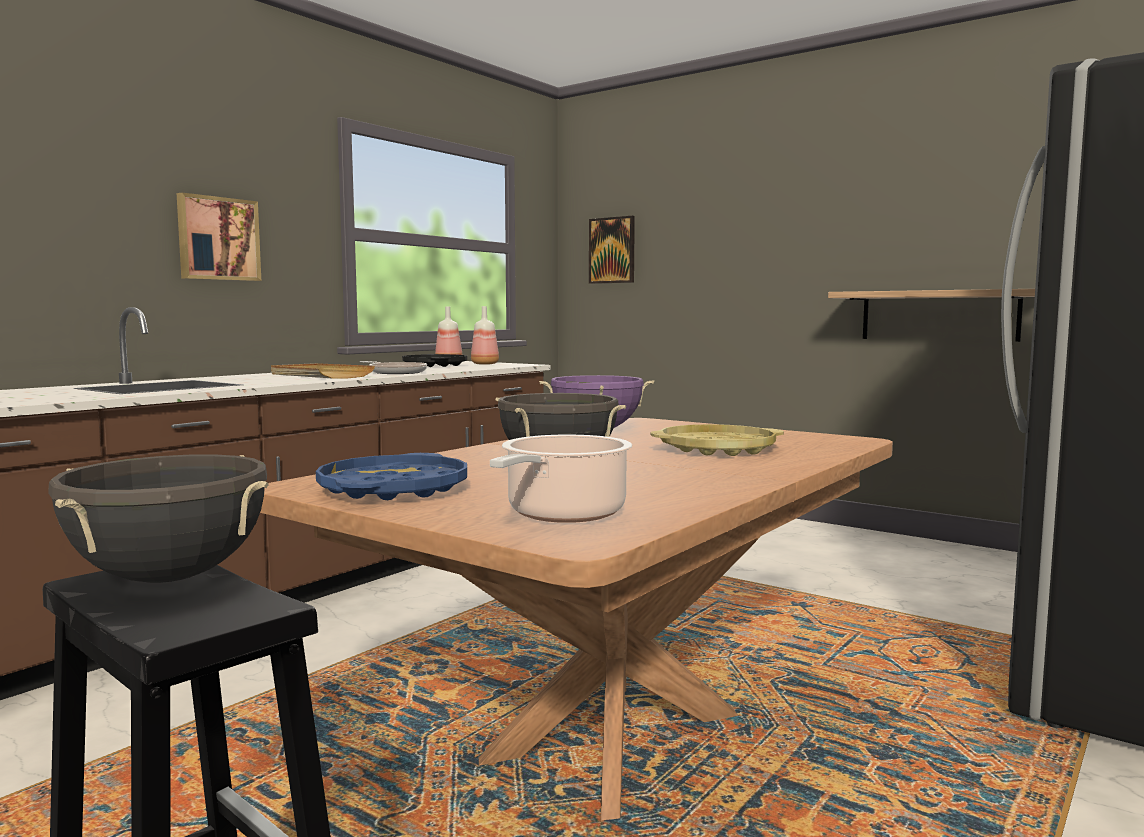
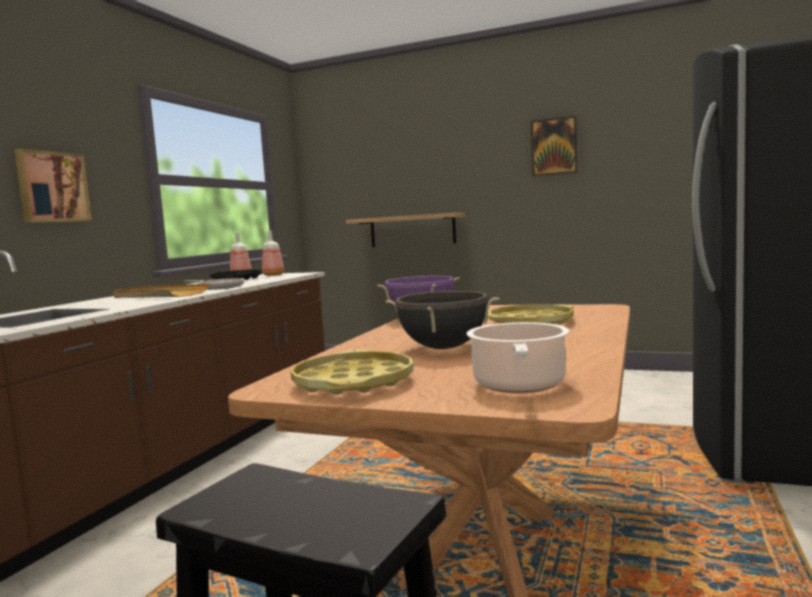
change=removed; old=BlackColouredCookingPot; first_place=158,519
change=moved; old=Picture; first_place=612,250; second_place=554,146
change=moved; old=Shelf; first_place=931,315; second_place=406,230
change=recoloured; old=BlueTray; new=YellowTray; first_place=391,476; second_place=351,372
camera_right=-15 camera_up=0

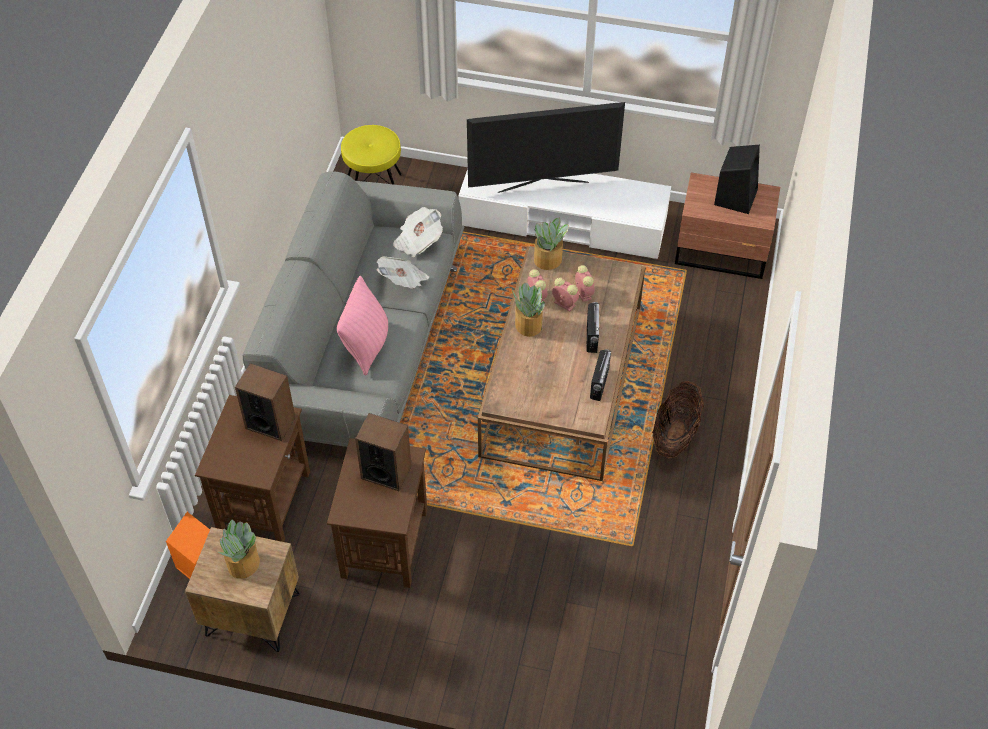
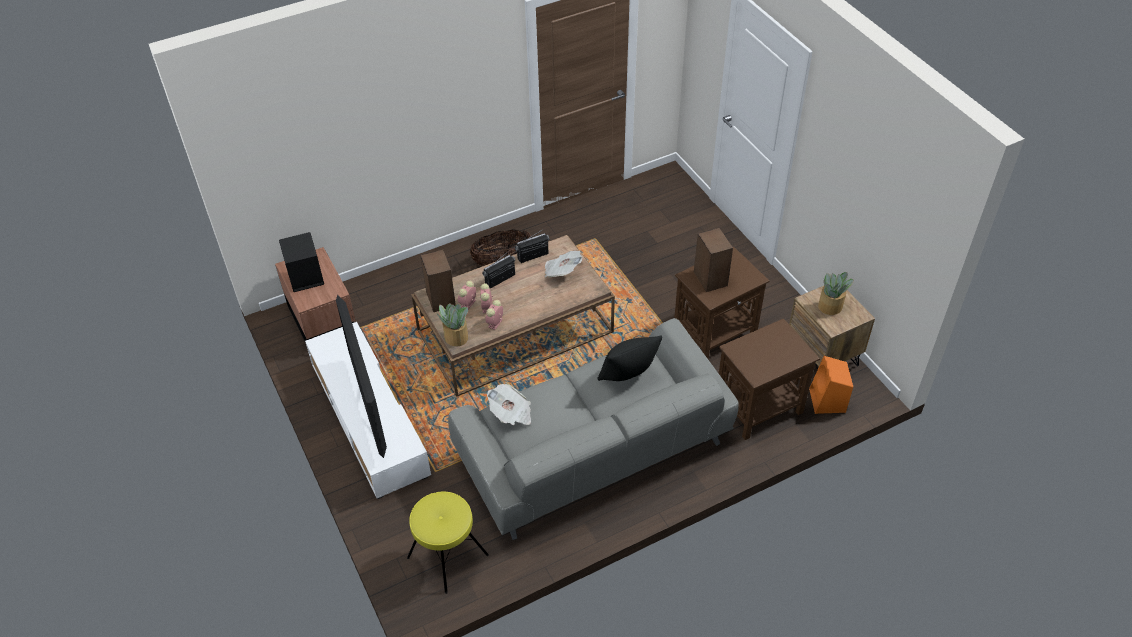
change=removed; old=PottedPlant; first_place=528,309
change=moved; old=AudioSpeaker; first_place=265,402; second_place=438,281
change=moved; old=Newspaper; first_place=403,272; second_place=563,264
change=recoloured; old=PinkishPillow; new=BlackColouredPillow; first_place=362,325; second_place=629,358
change=turned; old=Tv; first_place=546,147; second_place=361,376; degrees=-150
camera_right=-130 camera_up=-5

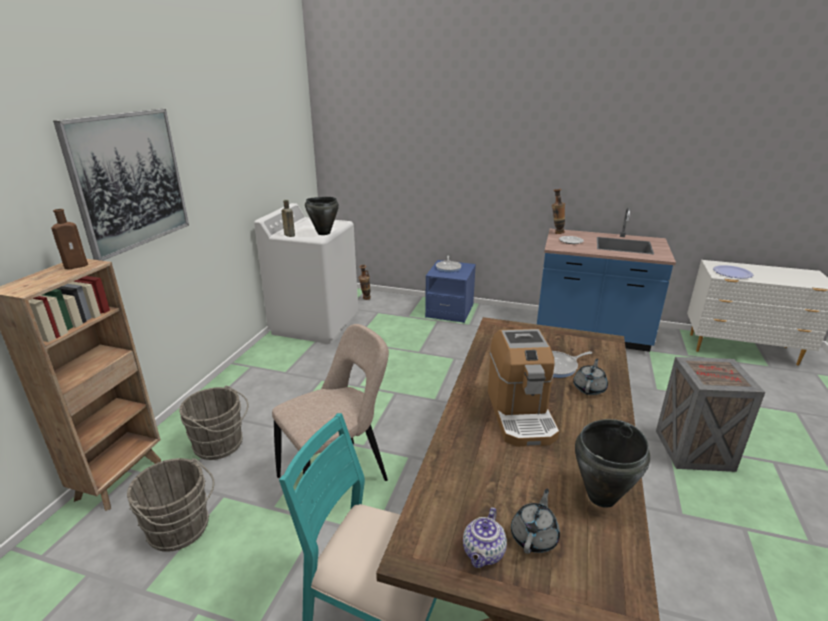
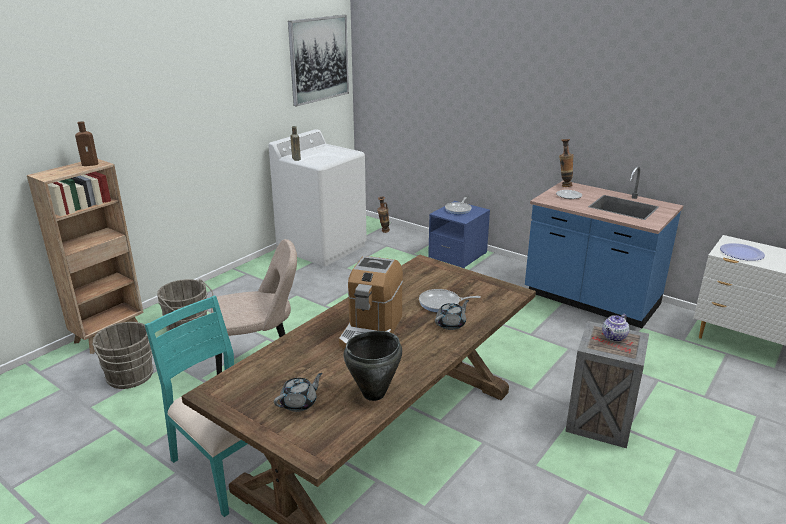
change=removed; old=BlackColouredCookingPot; first_place=322,216
change=moved; old=Picture; first_place=121,185; second_place=318,60
change=moved; old=TeaPot; first_place=485,537; second_place=615,328
camera_right=20 camera_up=0

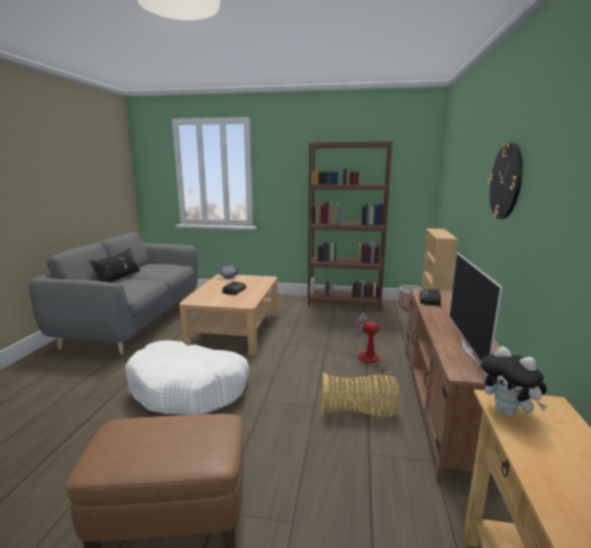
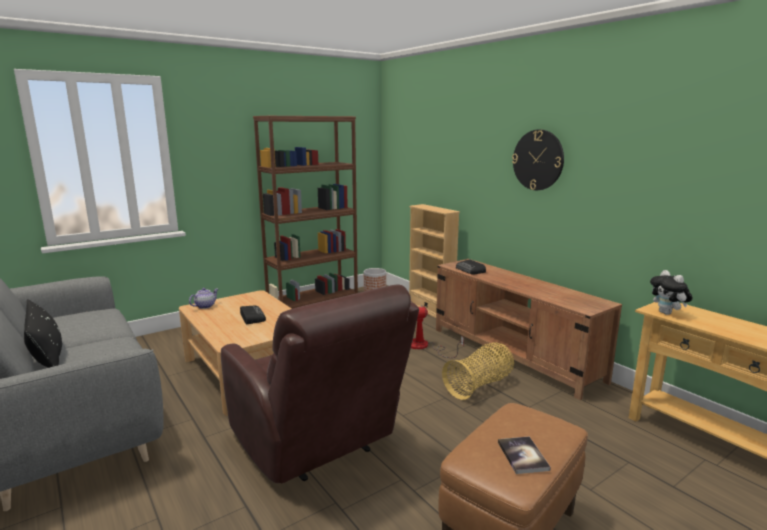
change=removed; old=Tv; first_place=475,309
change=added; new=Volume; second_place=524,455
change=replaced; old=WhiteColouredDogBed; new=BrownishLoungeChair; first_place=187,377; second_place=320,383
change=turned; old=PlushToy; first_place=514,381; second_place=671,292; degrees=60
camera_right=-45 camera_up=0

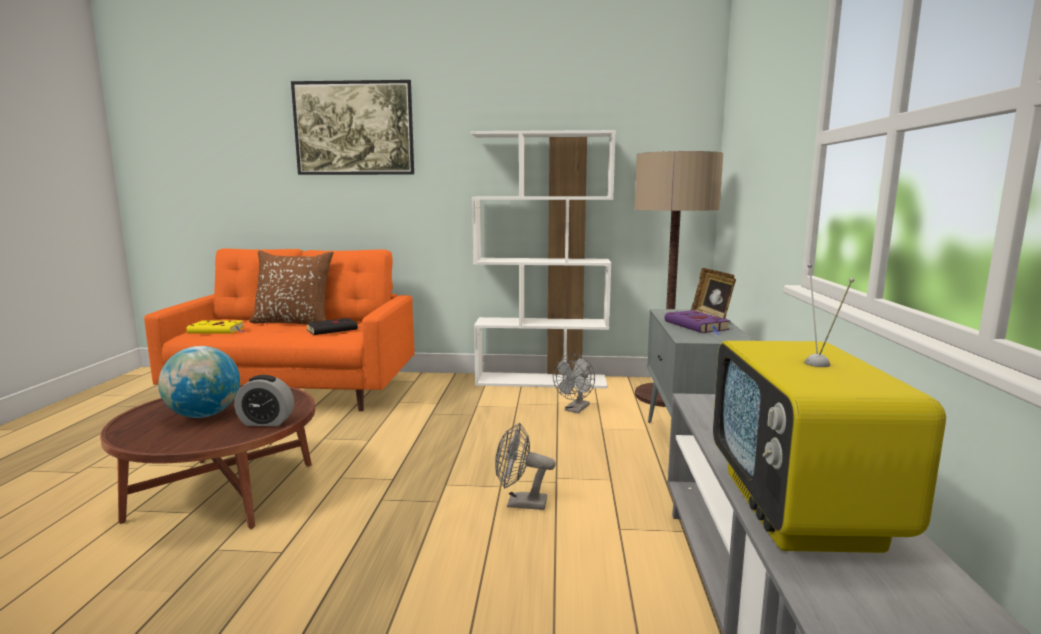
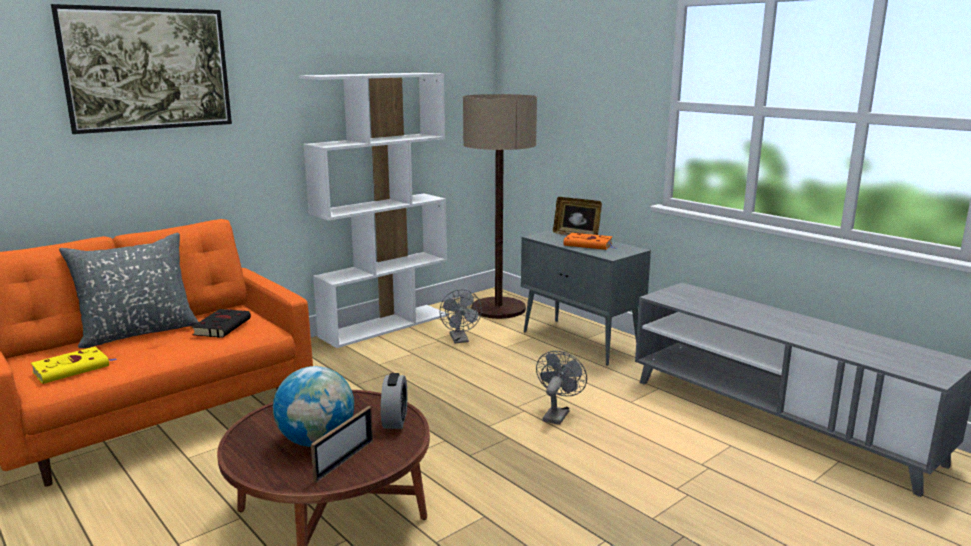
change=removed; old=Tv; first_place=829,408
change=added; new=PictureFrame; second_place=342,444
change=recoloured; old=BrownishPillow; new=GreyishPillow; first_place=291,287; second_place=128,290
change=recoloured; old=PurplishVolume; new=OrangeColouredVolume; first_place=697,322; second_place=590,241
change=turned; old=BedsideClock; first_place=264,400; second_place=394,401; degrees=-45
change=turned; old=GreyishElectricFan; first_place=525,466; second_place=561,388; degrees=150
camera_right=-45 camera_up=5

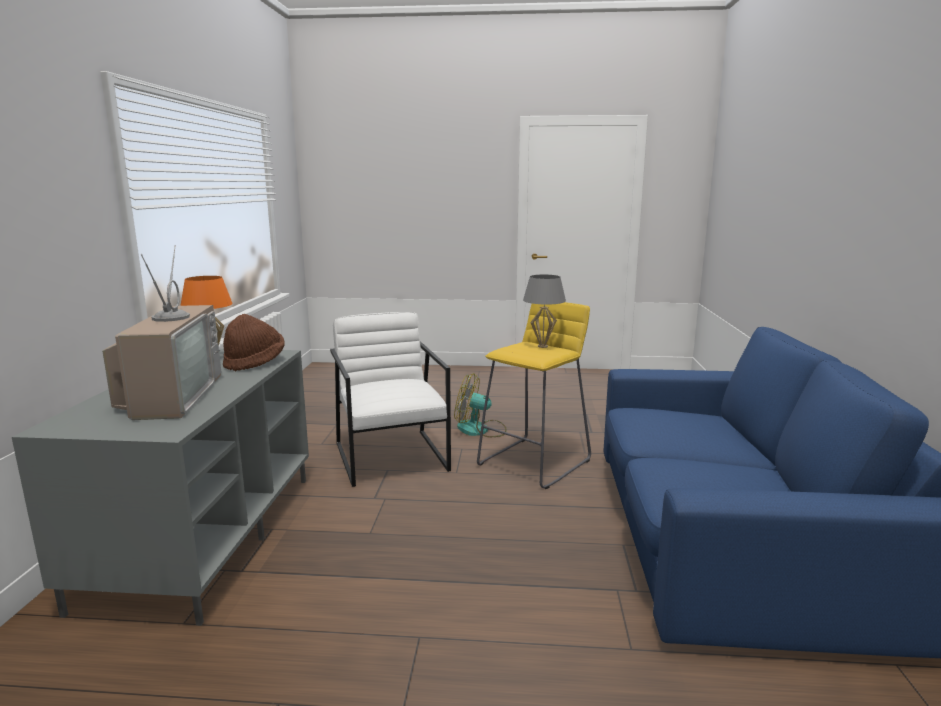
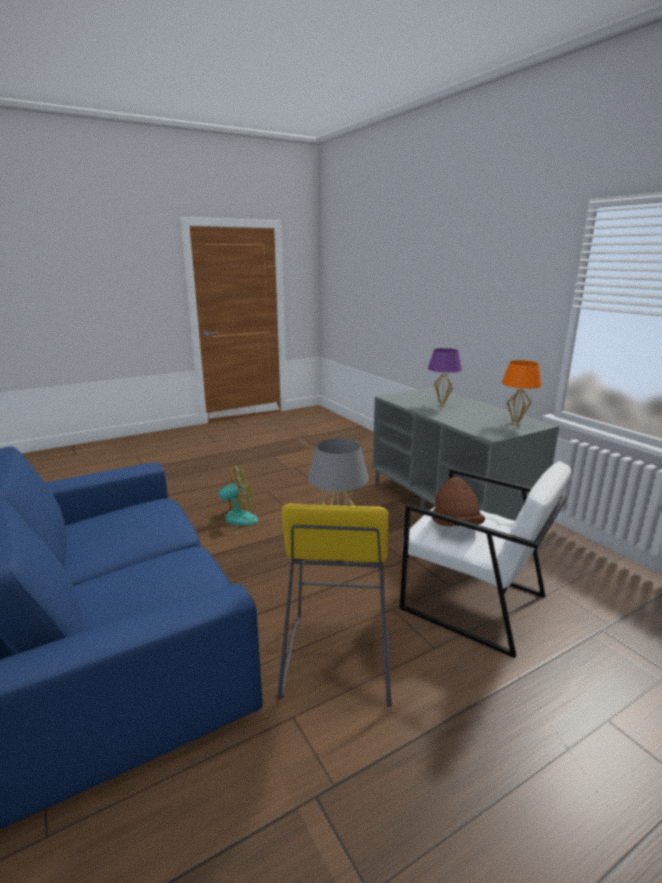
change=moved; old=BrownishClothingHat; first_place=254,342; second_place=458,501
change=moved; old=ElectricFan; first_place=480,405; second_place=233,500
change=replaced; old=Tv; new=PurplishTableLamp; first_place=161,332; second_place=445,377
camera_right=145 camera_up=5

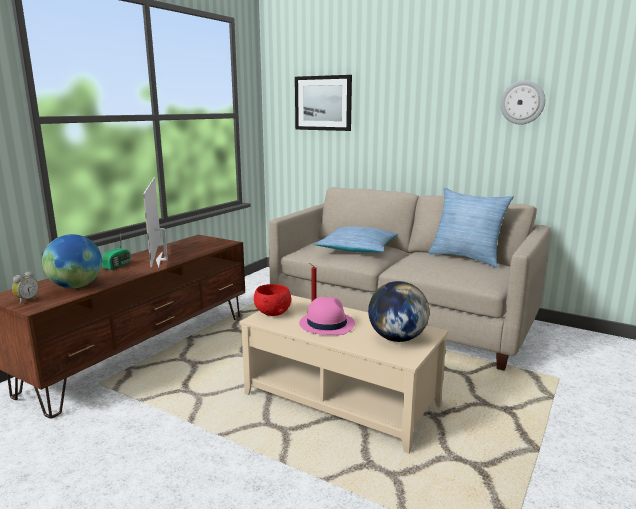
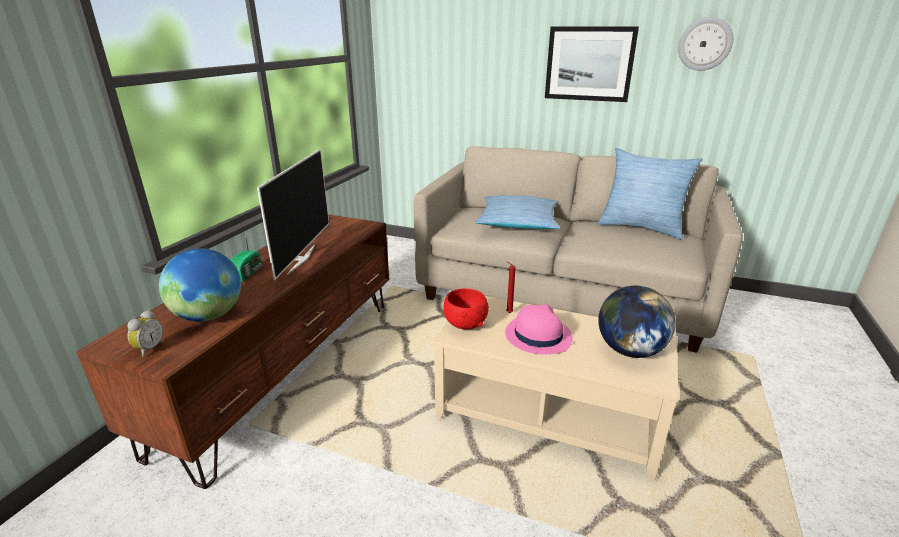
change=moved; old=Picture; first_place=323,103; second_place=592,64
change=turned; old=Tv; first_place=155,222; second_place=293,214; degrees=-150
camera_right=-10 camera_up=10

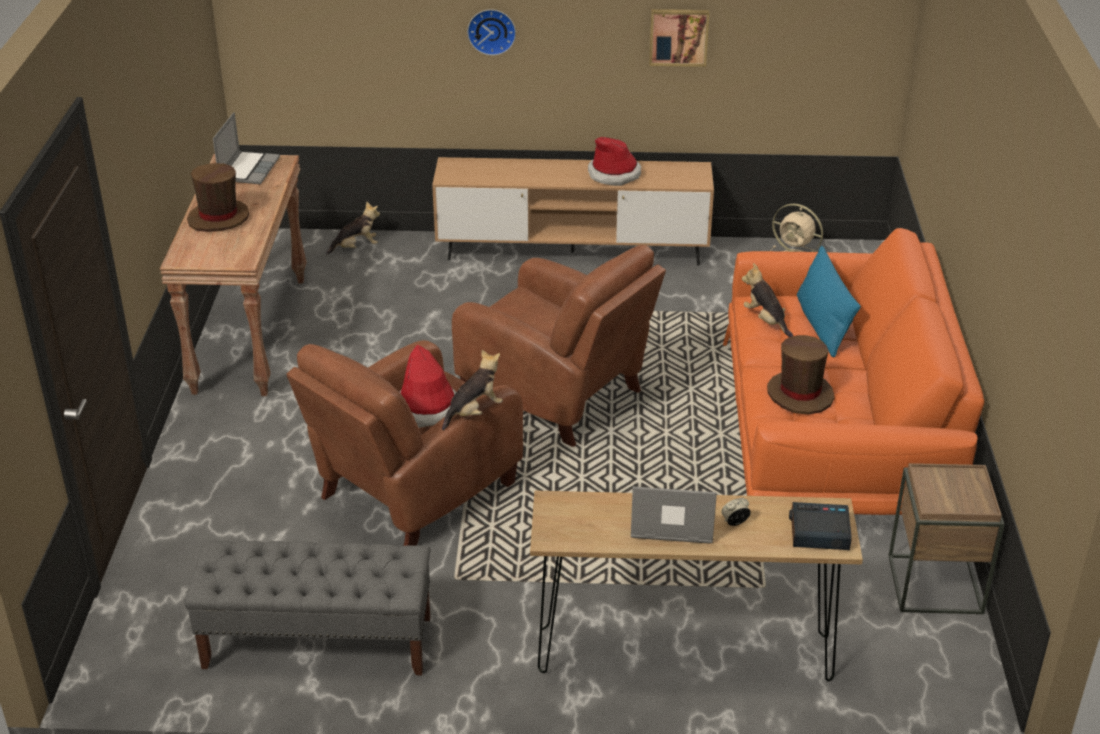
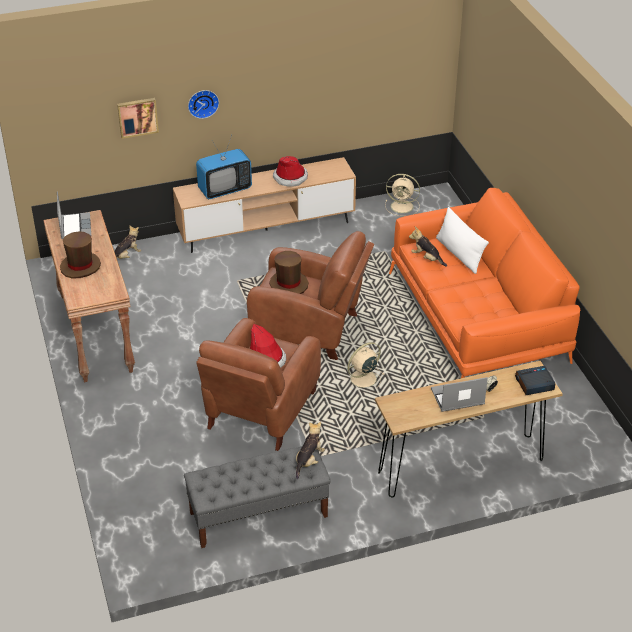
change=removed; old=BrownishEndTable; first_place=947,538
change=added; new=Tv; second_place=224,167
change=added; new=BeigeColouredElectricFan; second_place=365,366
change=moved; old=PlushToy; first_place=472,390; second_place=310,450
change=moved; old=Picture; first_place=679,38; second_place=138,118
change=moved; old=BrownishClothingHat; first_place=801,374; second_place=288,272
change=recoloured; old=BluePillow; new=WhiteColouredPillow; first_place=829,302; second_place=462,240
camera_right=-20 camera_up=5

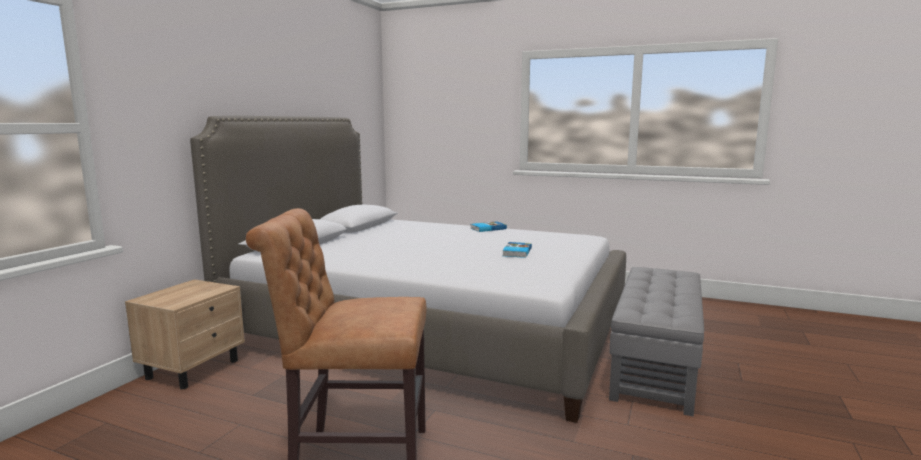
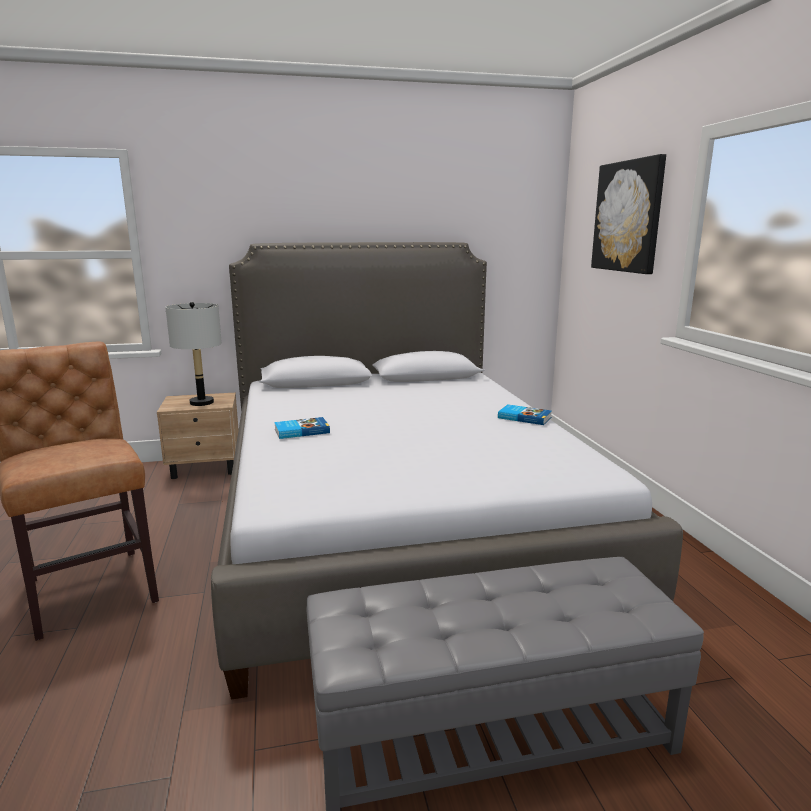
change=added; new=GreyishTableLamp; second_place=193,354
change=added; new=Picture; second_place=628,214
change=moved; old=Volume; first_place=517,250; second_place=302,428
camera_right=55 camera_up=5

